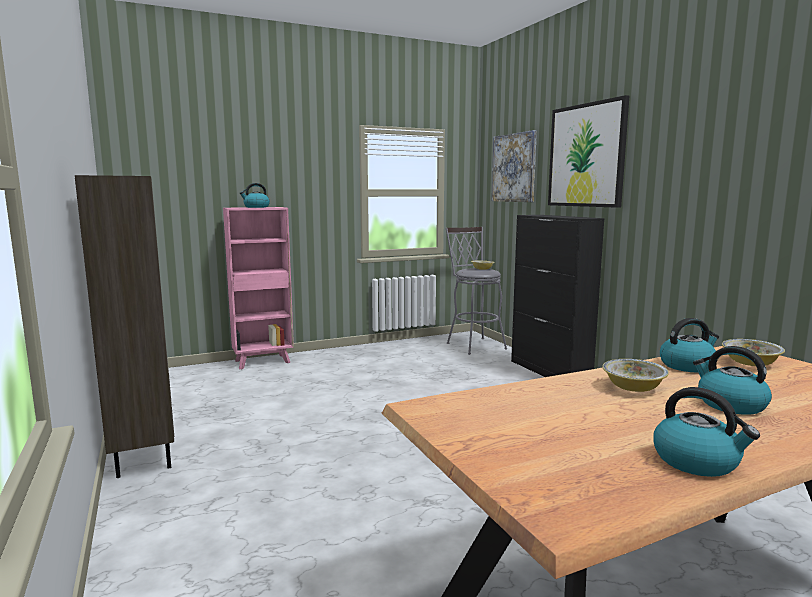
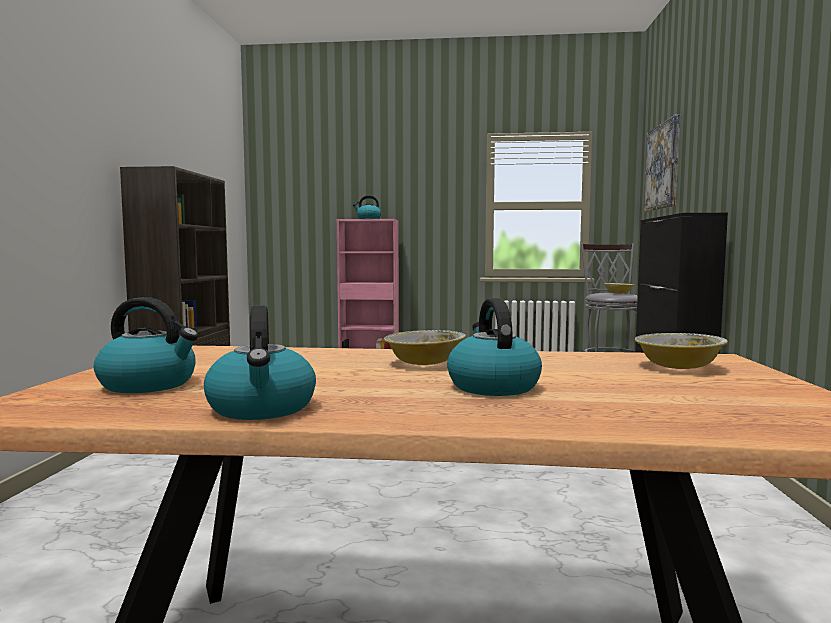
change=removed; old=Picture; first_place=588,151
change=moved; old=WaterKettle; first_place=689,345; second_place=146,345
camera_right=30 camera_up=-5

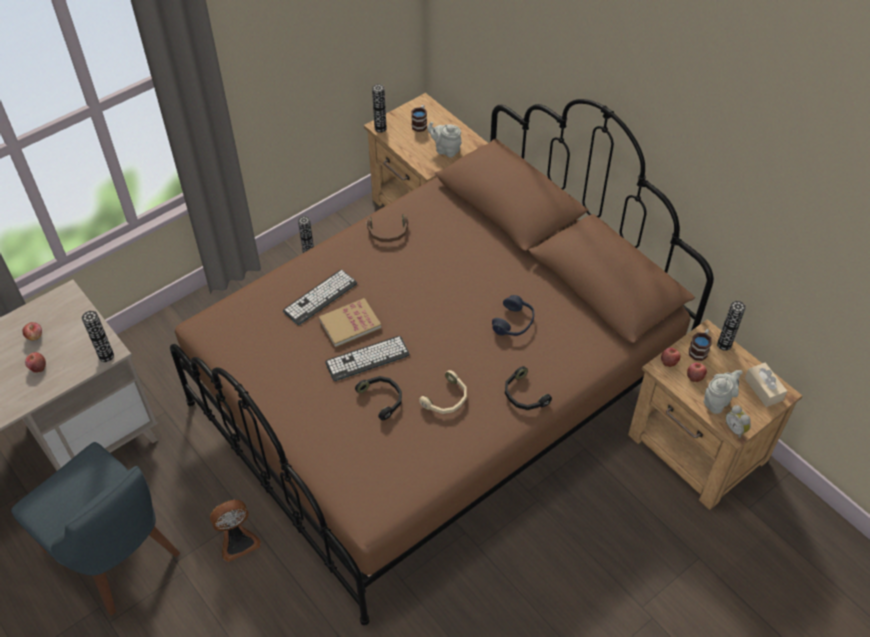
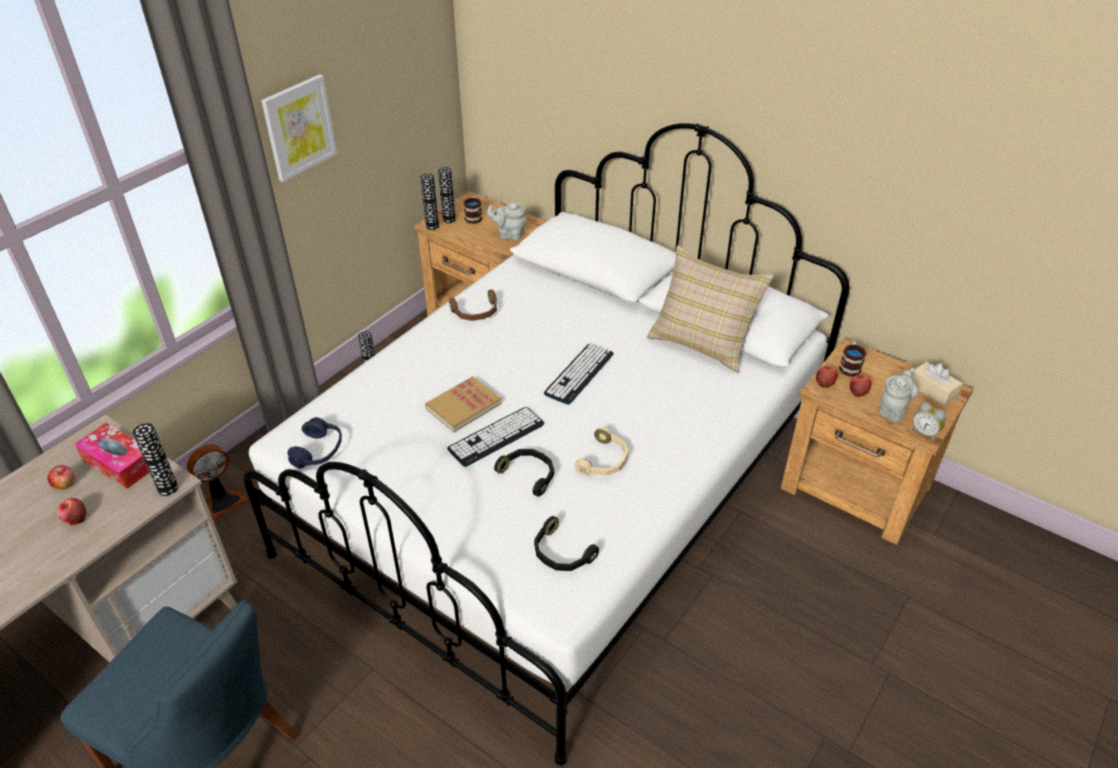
change=added; new=TissueHolder; second_place=112,456
change=added; new=Picture; second_place=299,128
change=added; new=BeigeColouredPillow; second_place=710,309
change=moved; old=ElectricFan; first_place=235,531; second_place=217,482
change=moved; old=Keyboard; first_place=320,297; second_place=579,374
change=moved; old=BlueHeadphones; first_place=513,315; second_place=314,442
change=moved; old=BlackColouredHeadphones; first_place=528,388; second_place=566,543
change=moved; old=FlowerVase; first_place=731,326; second_place=447,195
change=recoloured; old=BrownishBedroomBed; new=WhiteColouredBedroomBed; first_place=442,362; second_place=546,444
camera_right=-15 camera_up=-10

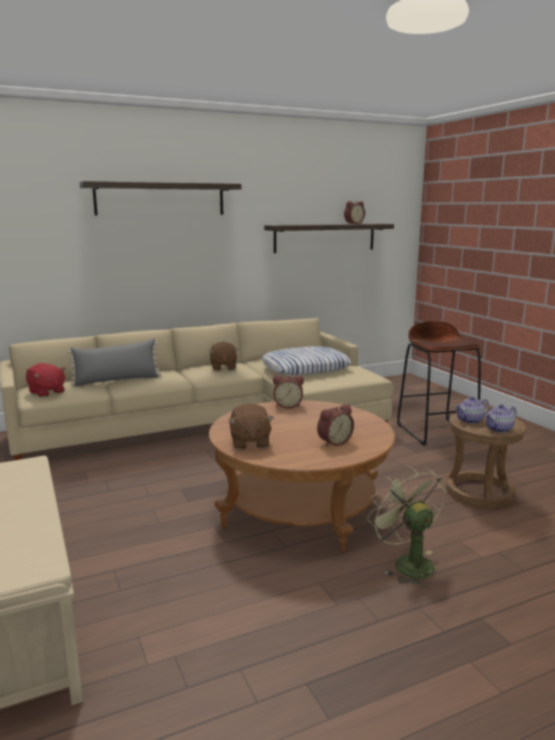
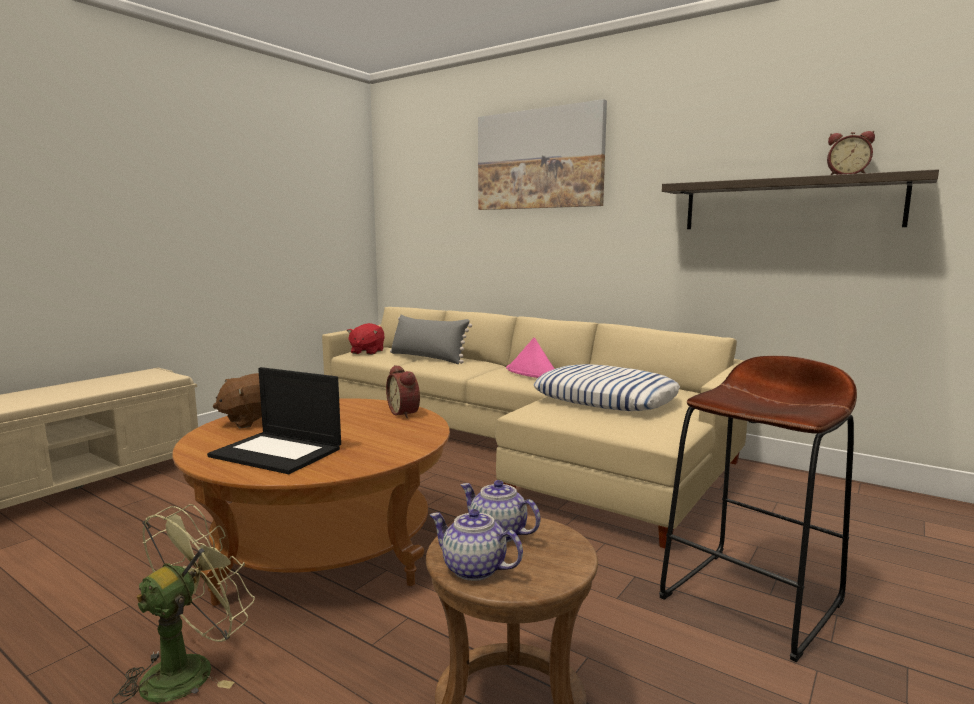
change=replaced; old=Shelf; new=Picture; first_place=160,198; second_place=542,154
change=replaced; old=BrownishPlushToy; new=PinkishClothingHat; first_place=224,356; second_place=530,357
change=replaced; old=BedsideClock; new=PortableComputer; first_place=335,425; second_place=274,420
camera_right=60 camera_up=-5

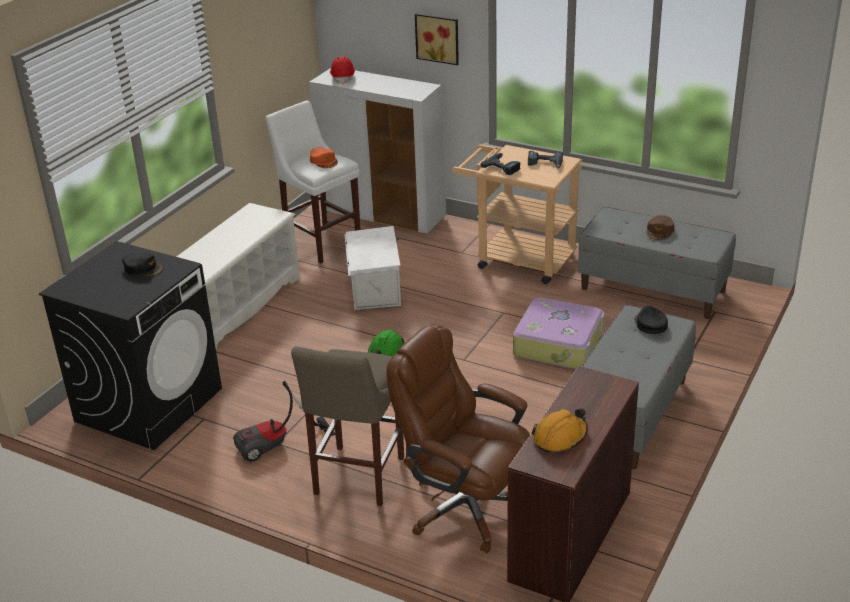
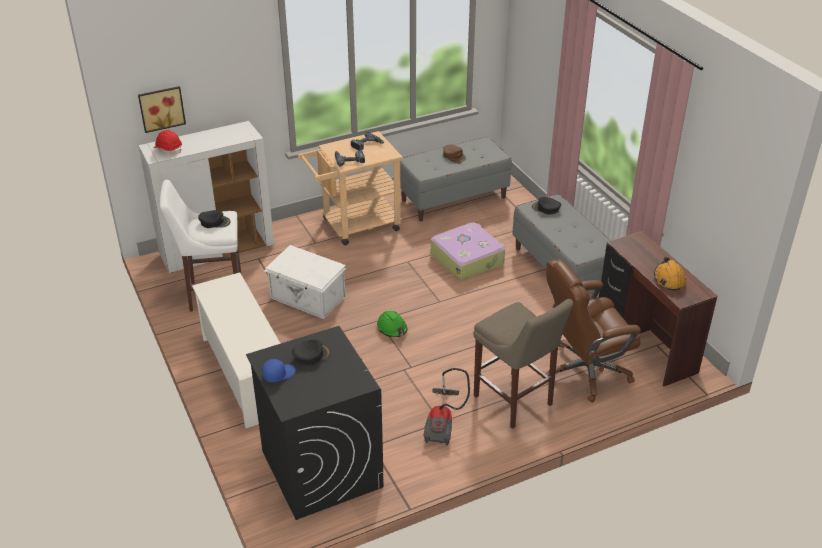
change=added; new=BlueCap; second_place=278,370
change=moved; old=Picture; first_place=437,39; second_place=162,109
change=recoloured; old=OrangeColouredCap; new=BlackColouredCap; first_place=324,157; second_place=214,219
camera_right=-55 camera_up=5

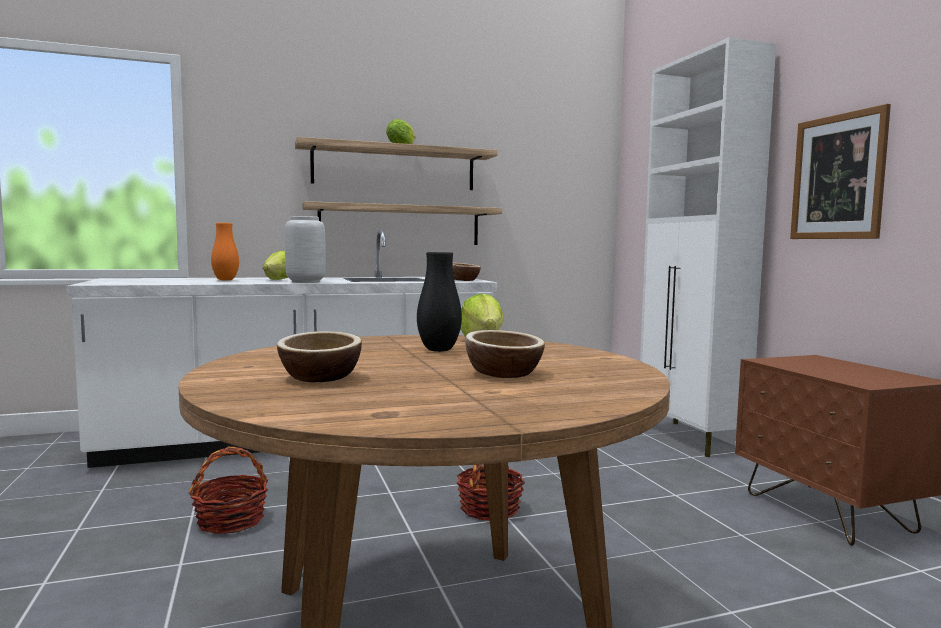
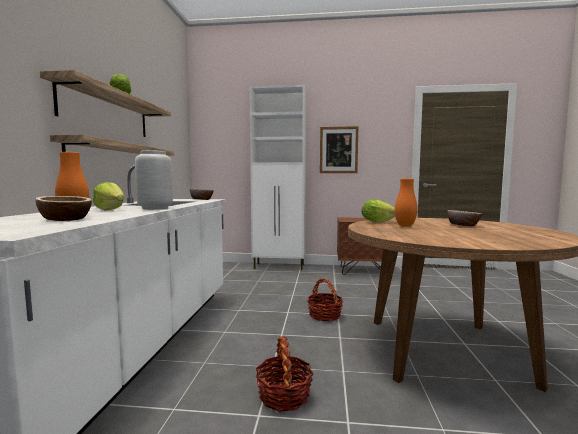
change=moved; old=DeepDish; first_place=319,356; second_place=63,208
change=recoloured; old=BlackColouredFlowerVase; new=OrangeColouredFlowerVase; first_place=439,302; second_place=406,203
camera_right=-65 camera_up=0

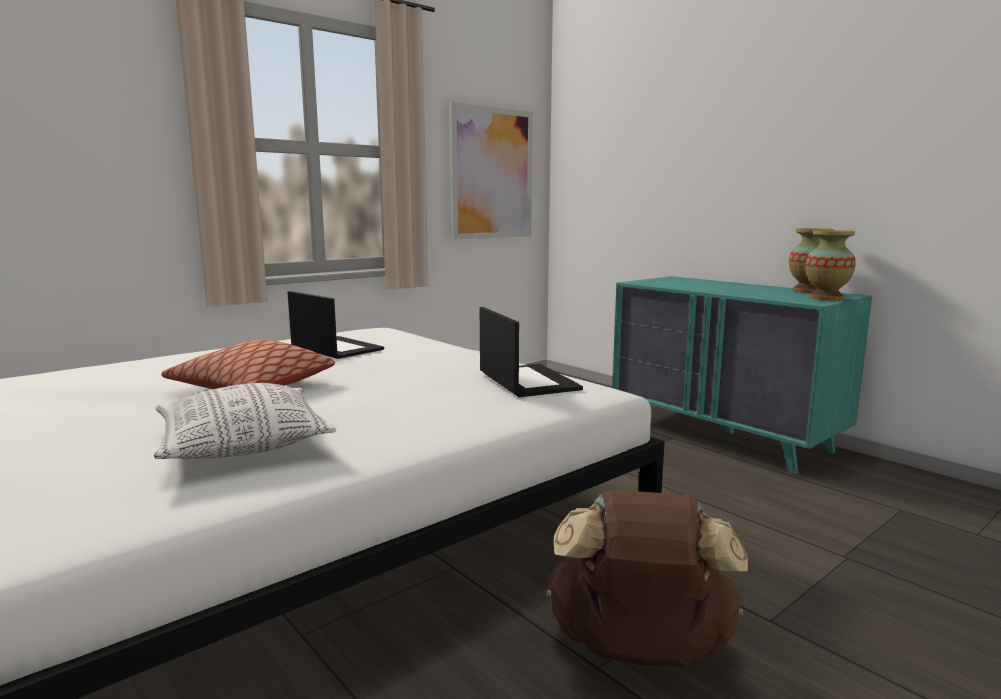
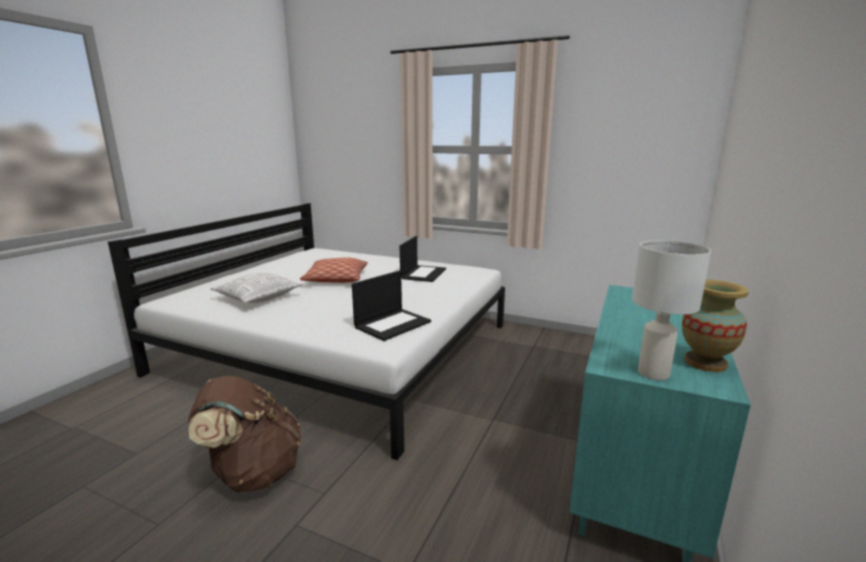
change=removed; old=Picture; first_place=490,171
change=replaced; old=FlowerVase; new=WhiteColouredTableLamp; first_place=830,265; second_place=671,310
camera_right=65 camera_up=5

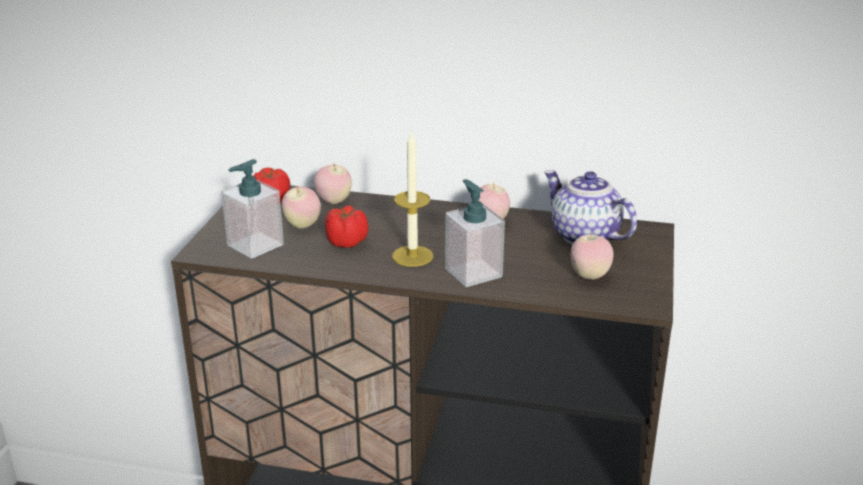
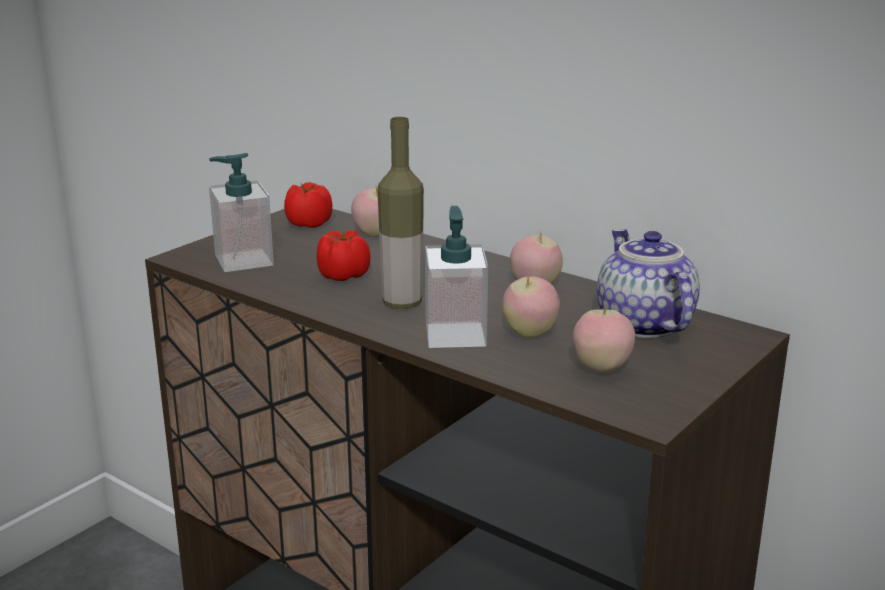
change=moved; old=WholeApple; first_place=301,207; second_place=531,306
change=replaced; old=WaxLight; new=DrinkBottle; first_place=412,198; second_place=400,213
camera_right=25 camera_up=-5

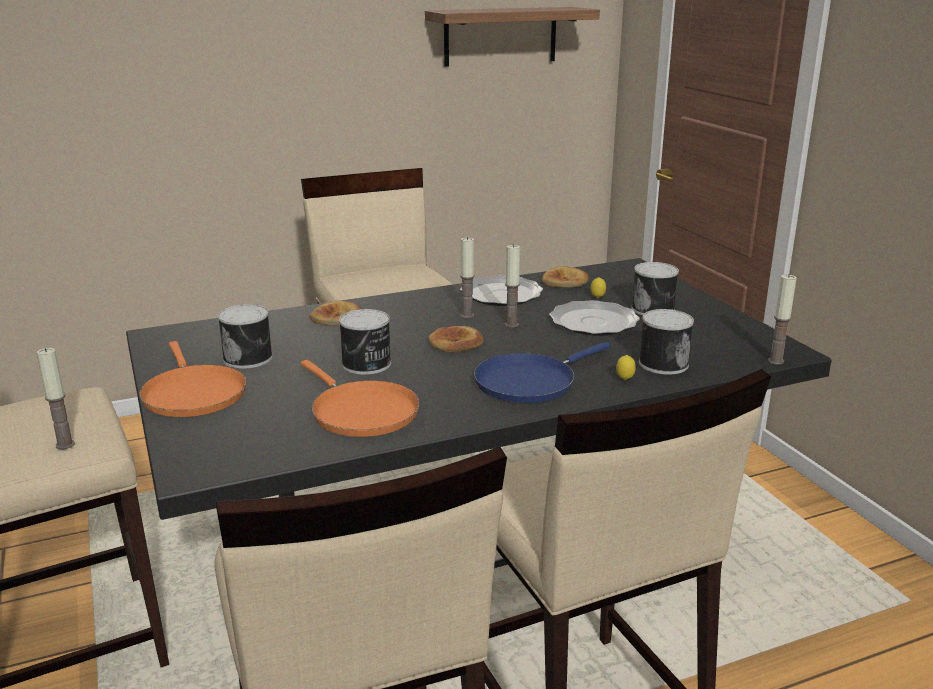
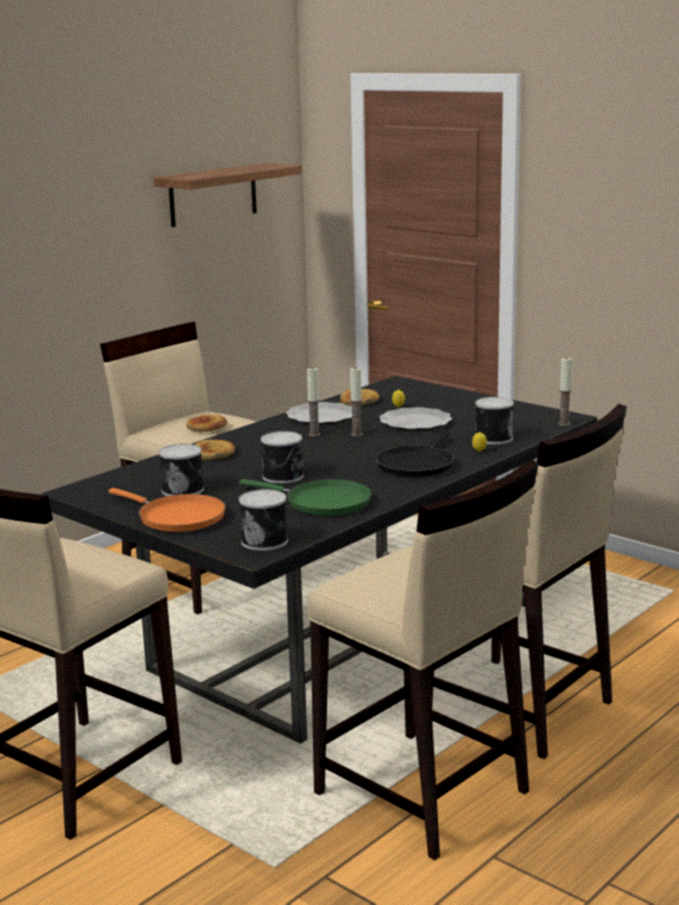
change=removed; old=WaxLight; first_place=56,399
change=moved; old=BakeryBread; first_place=455,339; second_place=206,423
change=moved; old=Can; first_place=655,289; second_place=263,520
change=recoloured; old=OrangeColouredPan; new=GreenColouredPan; first_place=360,398; second_place=305,497
change=recoloured; old=BluePan; new=BlackColouredPan; first_place=542,372; second_place=415,454
camera_right=-25 camera_up=-5

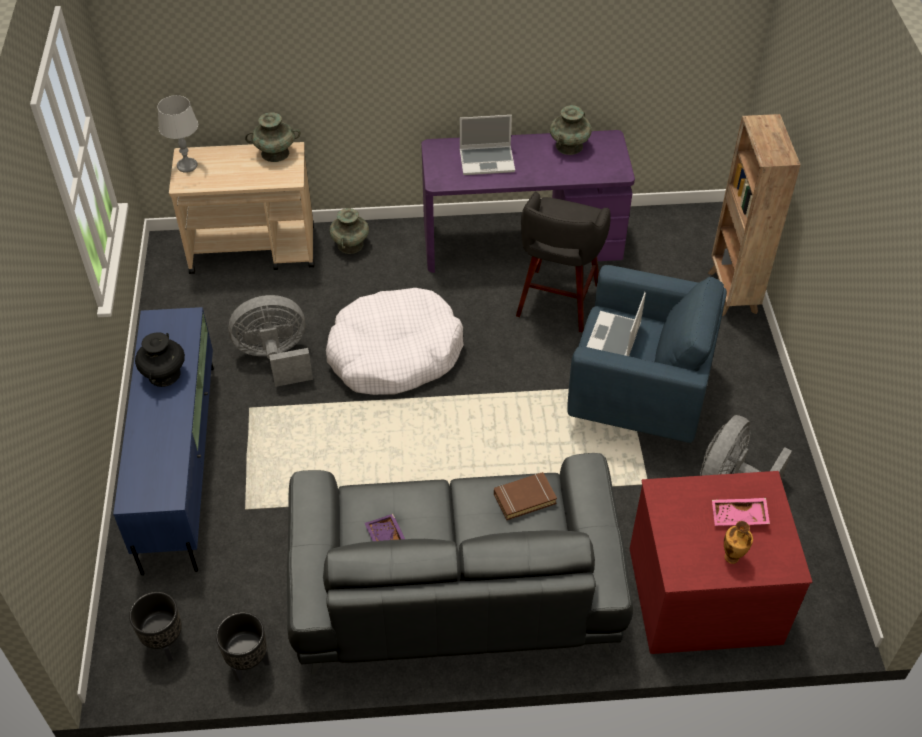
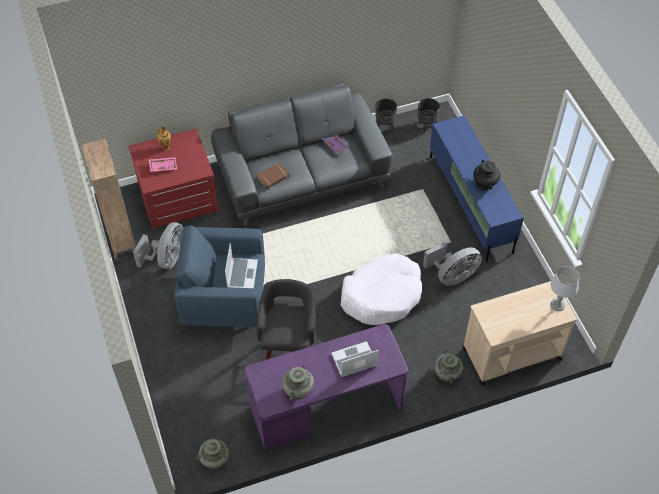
change=moved; old=TurquoiseFlowerVase; first_place=273,137; second_place=213,454
change=moved; old=BrownishShelvingUnit; first_place=754,215; second_place=109,198
camera_right=165 camera_up=5

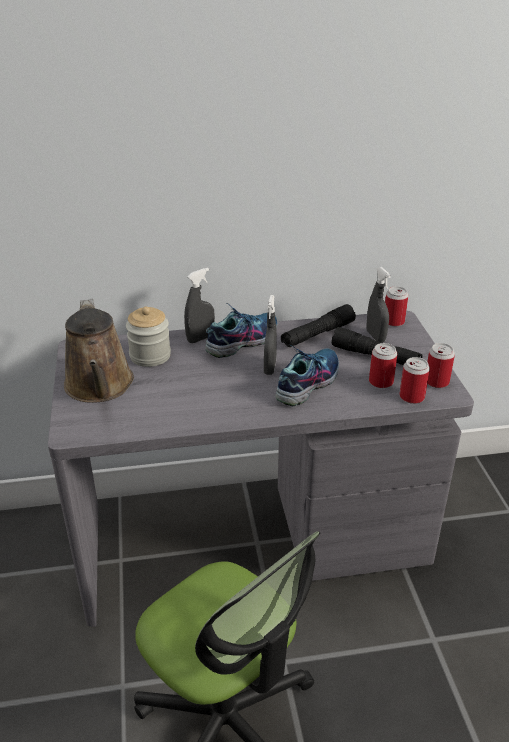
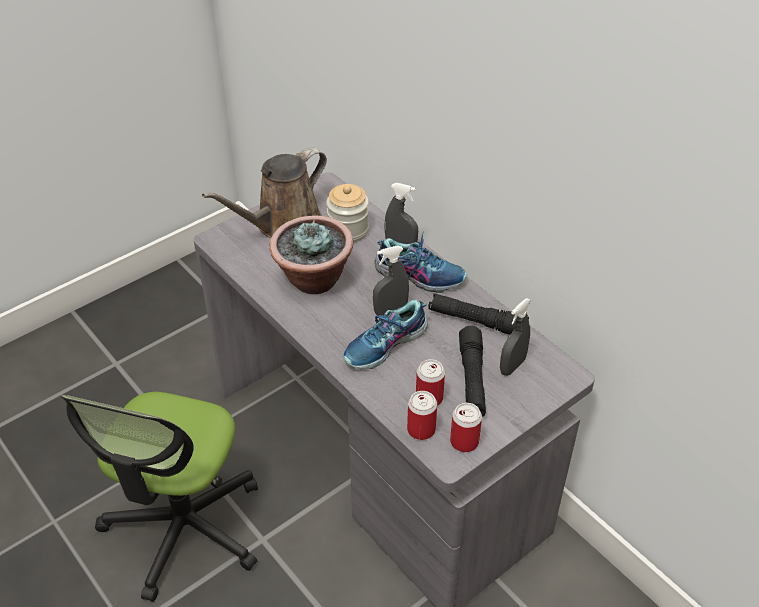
change=removed; old=Can; first_place=396,306
change=added; new=PottedPlant; second_place=311,255
change=turned; old=LowShoe; first_place=307,375; second_place=385,334; degrees=135
camera_right=60 camera_up=10

